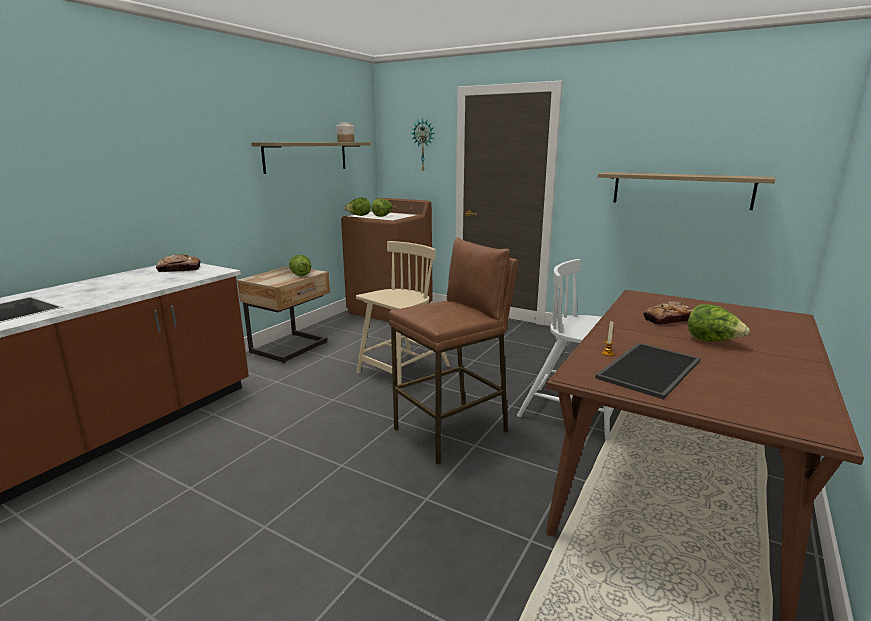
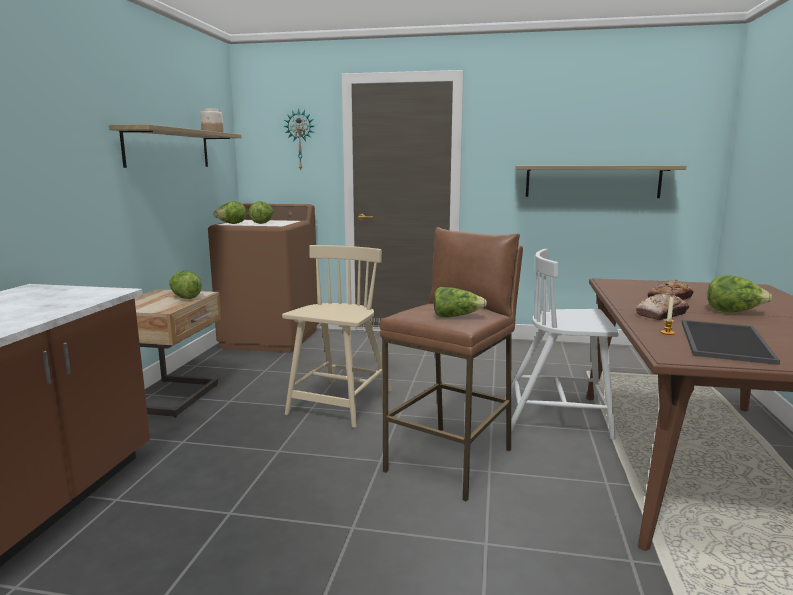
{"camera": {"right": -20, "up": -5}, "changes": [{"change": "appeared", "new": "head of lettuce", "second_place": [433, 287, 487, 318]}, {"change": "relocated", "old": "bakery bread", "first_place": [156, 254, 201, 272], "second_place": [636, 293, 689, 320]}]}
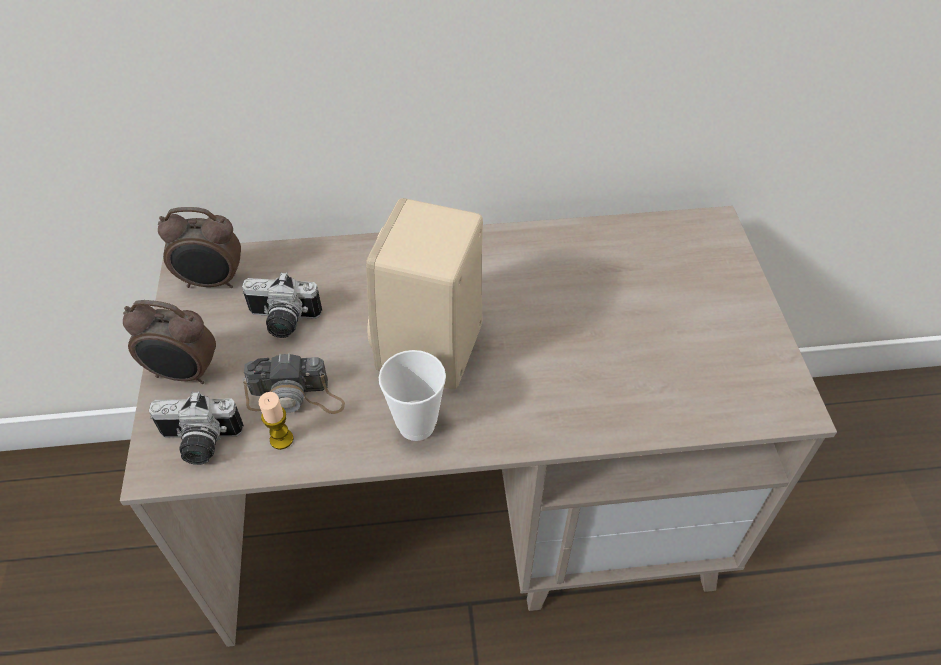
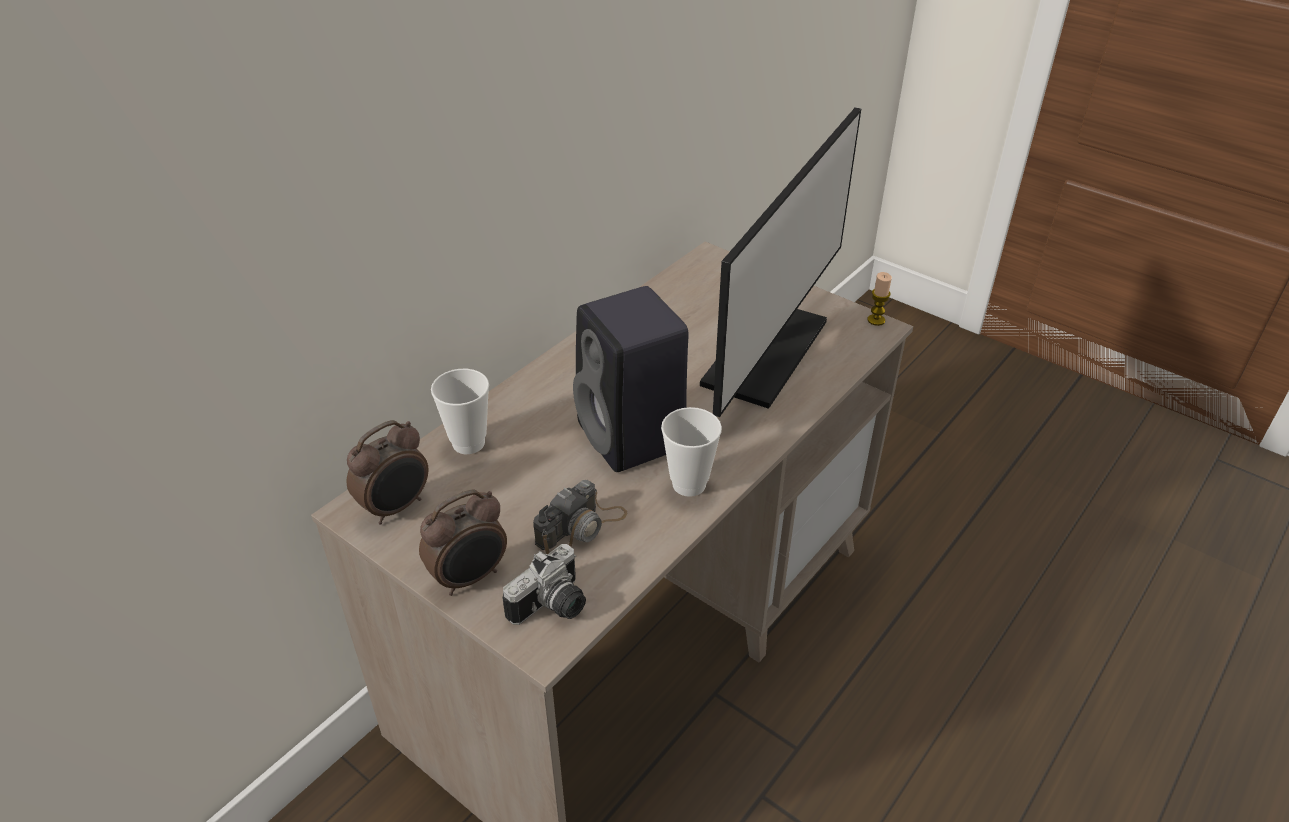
{"camera": {"right": -45, "up": -10}, "changes": [{"change": "missing", "old": "photo camera", "first_place": [242, 272, 322, 338]}, {"change": "appeared", "new": "small cup", "second_place": [431, 369, 489, 454]}, {"change": "appeared", "new": "monitor", "second_place": [700, 107, 861, 417]}, {"change": "relocated", "old": "wax candle", "first_place": [259, 392, 293, 450], "second_place": [867, 272, 892, 326]}, {"change": "colour", "old": "beige-coloured loudspeaker", "new": "black-coloured loudspeaker", "first_place": [366, 198, 483, 389], "second_place": [573, 286, 688, 472]}]}
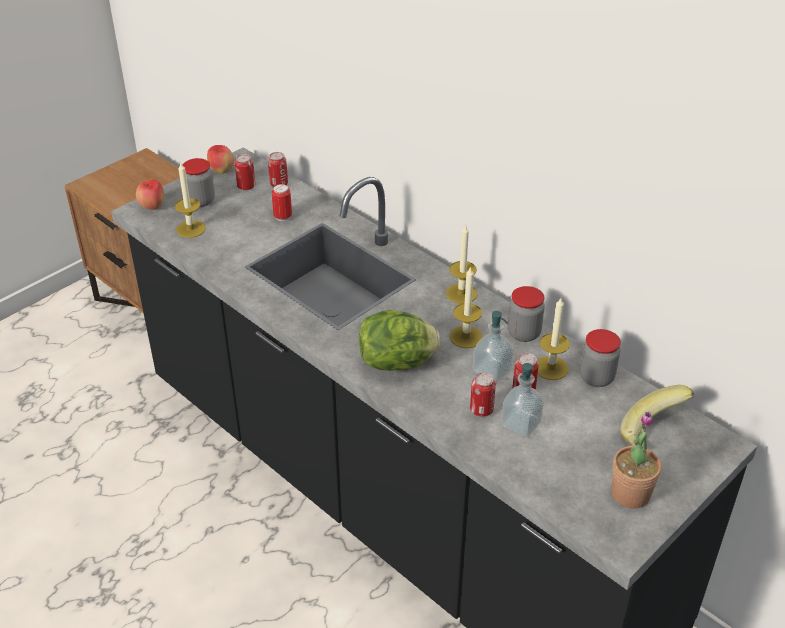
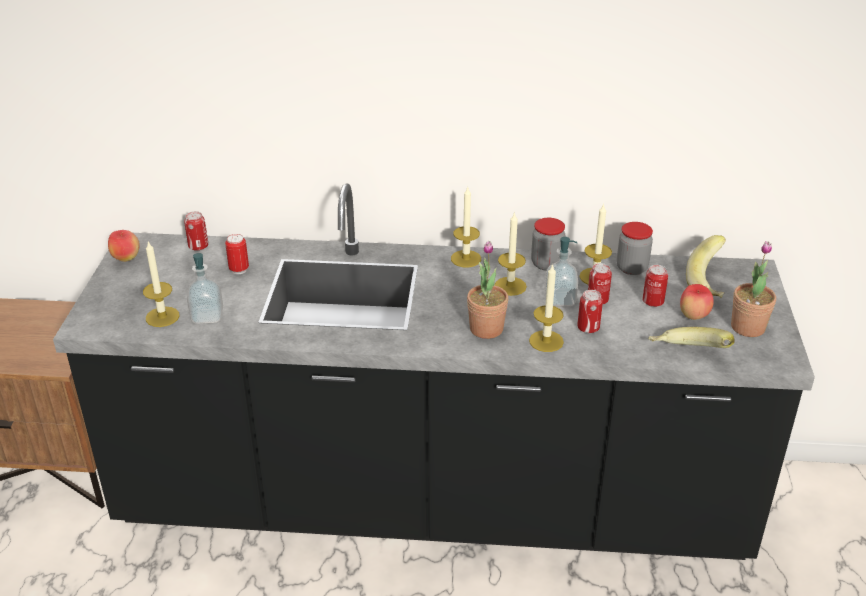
{"camera": {"right": -40, "up": -5}, "changes": [{"change": "missing", "old": "preserve jar", "first_place": [183, 158, 215, 207]}, {"change": "appeared", "new": "wax candle", "second_place": [529, 264, 564, 352]}, {"change": "appeared", "new": "banana", "second_place": [649, 327, 735, 348]}, {"change": "relocated", "old": "apple", "first_place": [136, 179, 164, 210], "second_place": [680, 284, 714, 320]}, {"change": "relocated", "old": "can", "first_place": [235, 154, 255, 190], "second_place": [642, 265, 668, 307]}, {"change": "relocated", "old": "soap bottle", "first_place": [501, 363, 544, 437], "second_place": [187, 253, 223, 324]}, {"change": "exchanged", "old": "head of lettuce", "new": "plant in a pot", "first_place": [359, 310, 440, 371], "second_place": [467, 241, 508, 339]}]}
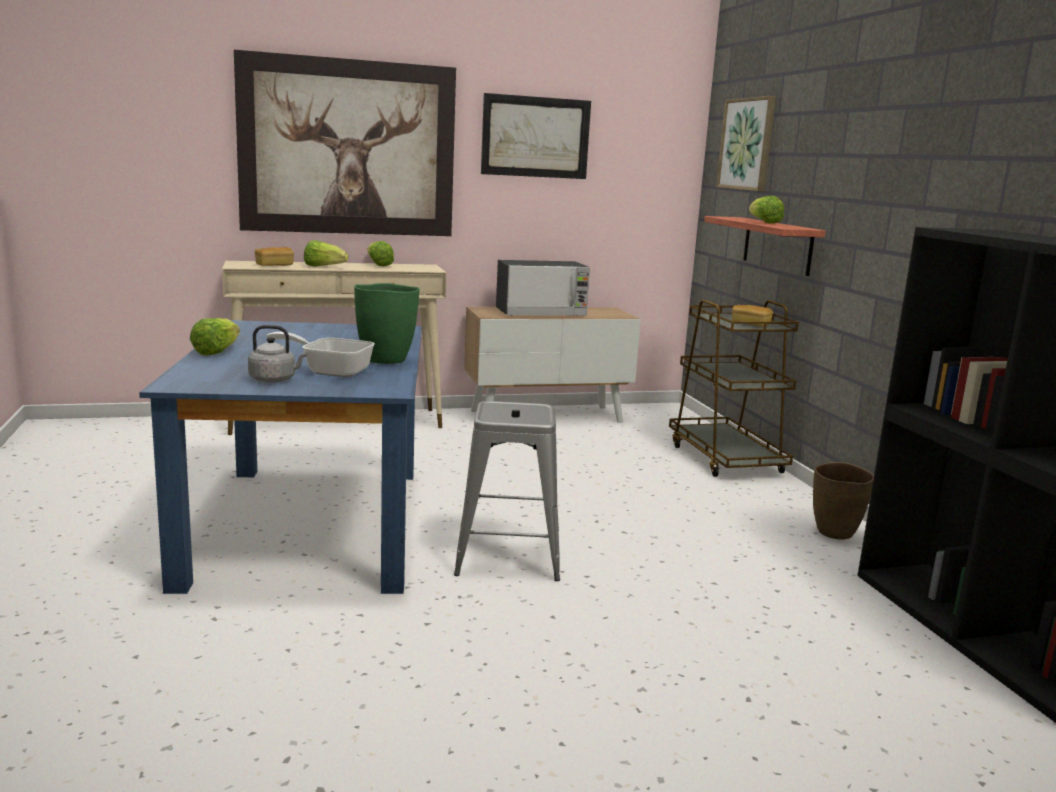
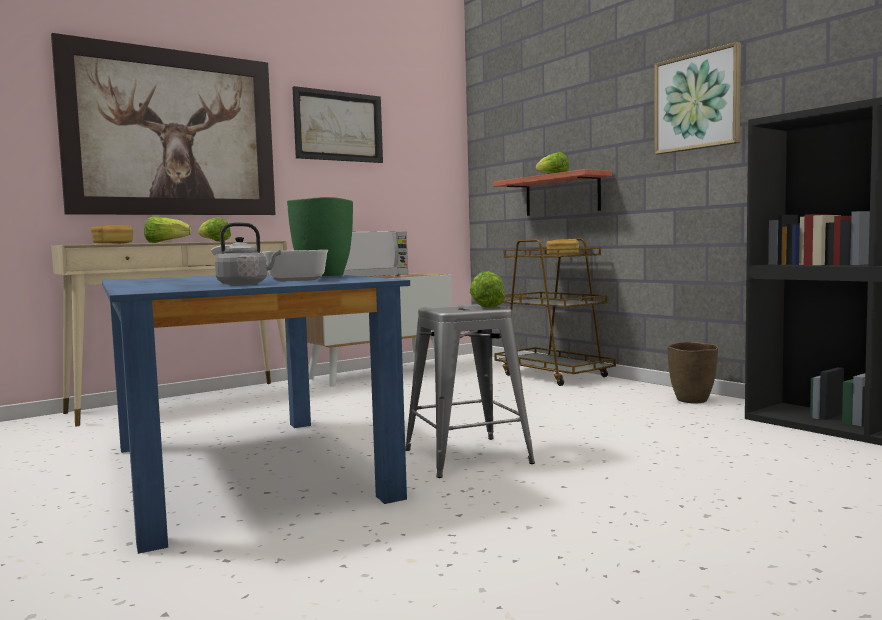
{"camera": {"right": -20, "up": -10}, "changes": [{"change": "relocated", "old": "head of lettuce", "first_place": [190, 318, 240, 356], "second_place": [470, 271, 505, 308]}, {"change": "relocated", "old": "wall picture", "first_place": [716, 96, 776, 192], "second_place": [654, 42, 741, 155]}]}
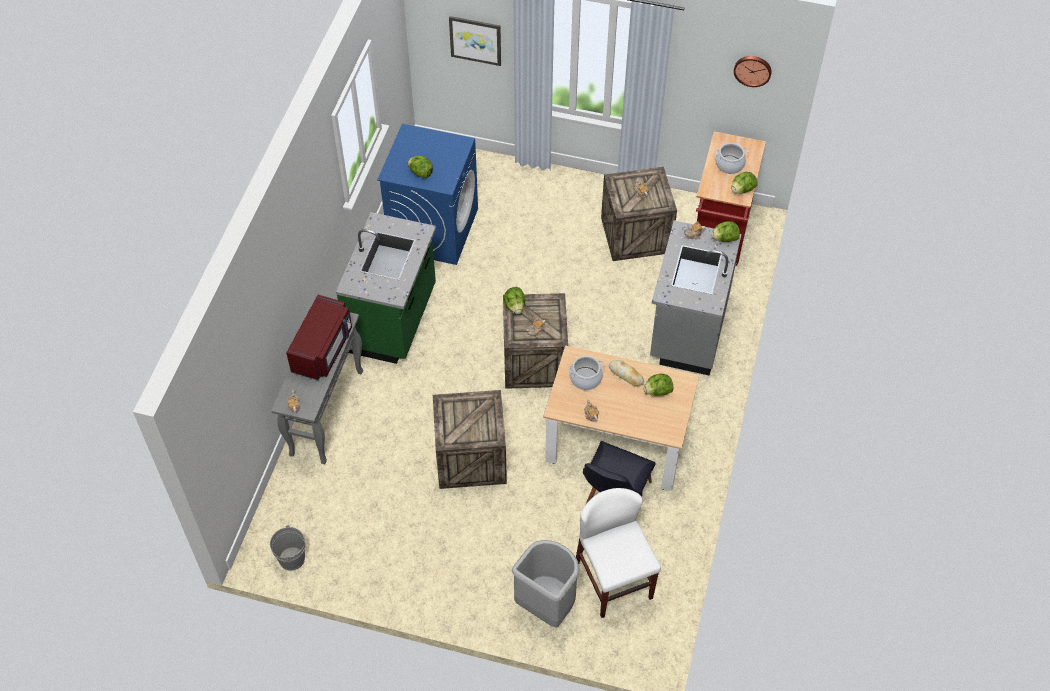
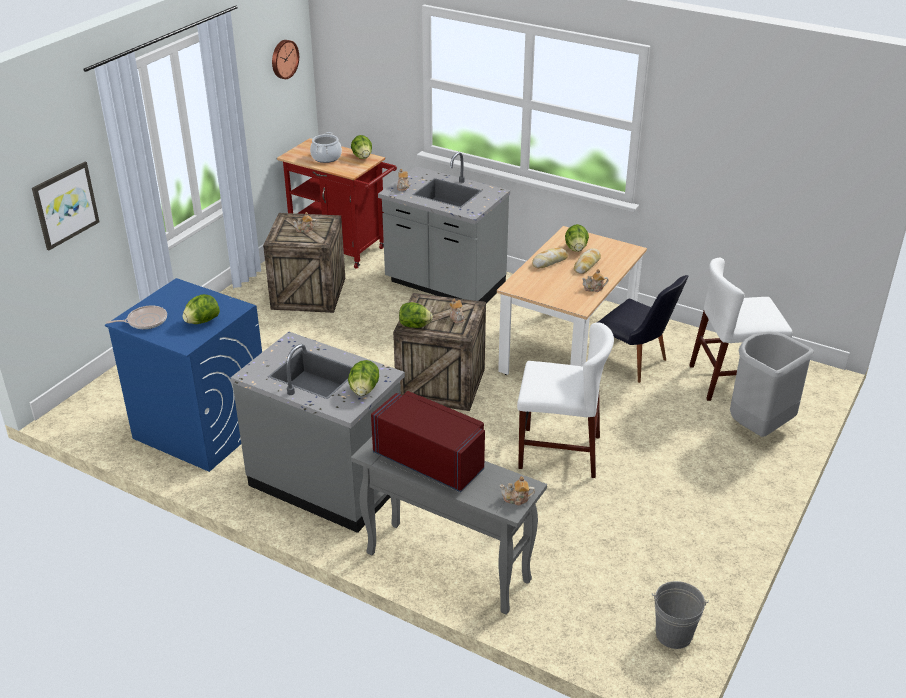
{"camera": {"right": -75, "up": -20}, "changes": [{"change": "missing", "old": "cooking pot", "first_place": [568, 356, 605, 390]}, {"change": "appeared", "new": "skillet", "second_place": [106, 305, 167, 329]}, {"change": "appeared", "new": "bakery bread", "second_place": [574, 248, 601, 274]}, {"change": "relocated", "old": "head of lettuce", "first_place": [711, 221, 740, 242], "second_place": [348, 360, 379, 396]}, {"change": "exchanged", "old": "packing crate", "new": "white chair", "first_place": [433, 390, 507, 489], "second_place": [517, 322, 614, 478]}, {"change": "colour", "old": "greenish counter", "new": "grey counter", "first_place": [336, 212, 436, 364], "second_place": [230, 332, 405, 533]}]}
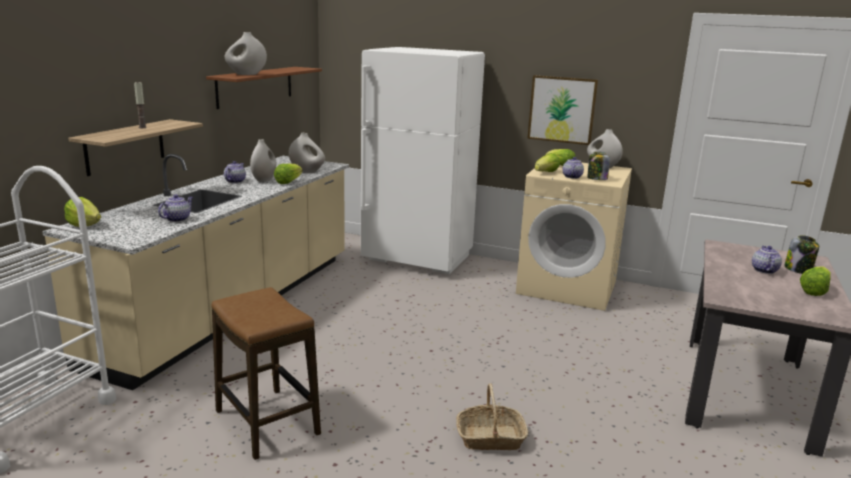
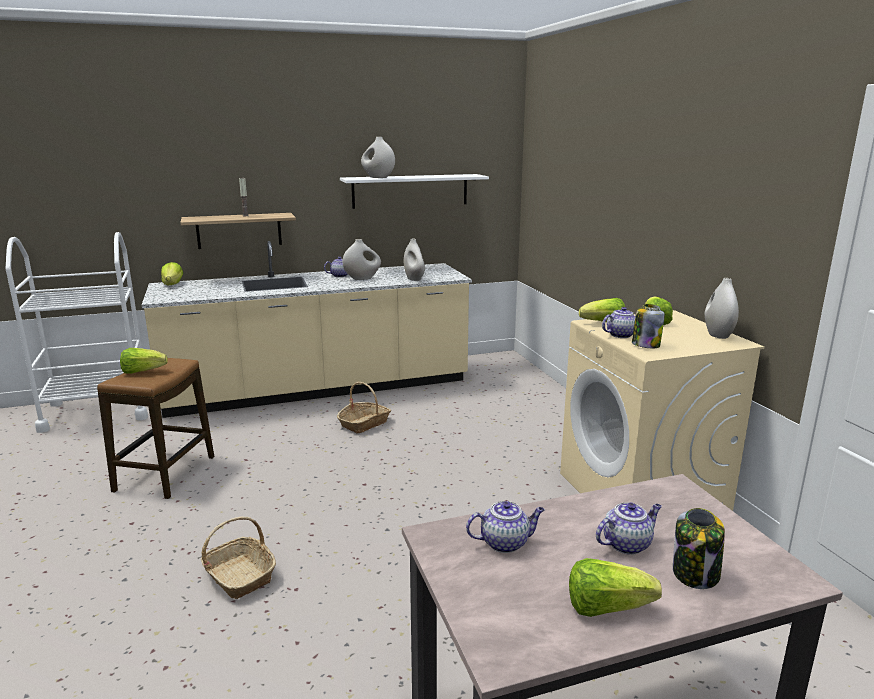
{"camera": {"right": 50, "up": 0}, "changes": [{"change": "missing", "old": "white fridge", "first_place": [361, 47, 485, 274]}, {"change": "missing", "old": "wall picture", "first_place": [527, 75, 598, 145]}, {"change": "appeared", "new": "household basket", "second_place": [337, 382, 391, 434]}, {"change": "relocated", "old": "teapot", "first_place": [158, 195, 193, 222], "second_place": [466, 501, 545, 553]}, {"change": "relocated", "old": "head of lettuce", "first_place": [274, 164, 303, 184], "second_place": [120, 348, 168, 374]}, {"change": "colour", "old": "brown shelf", "new": "white shelf", "first_place": [206, 67, 322, 109], "second_place": [340, 174, 489, 209]}]}
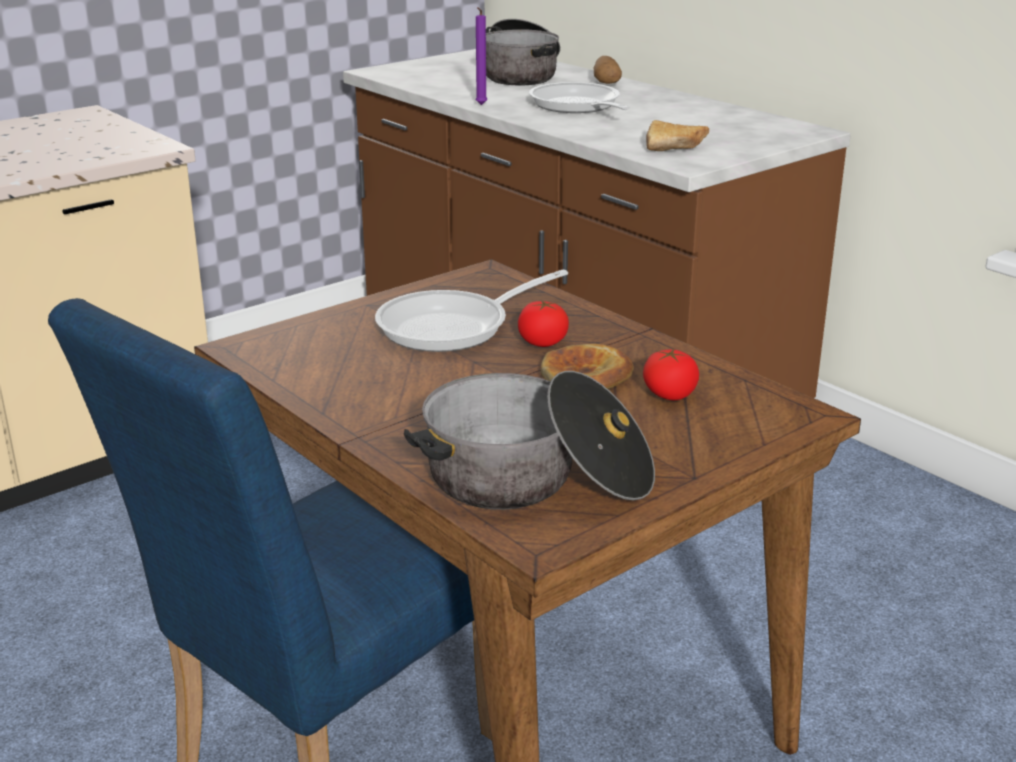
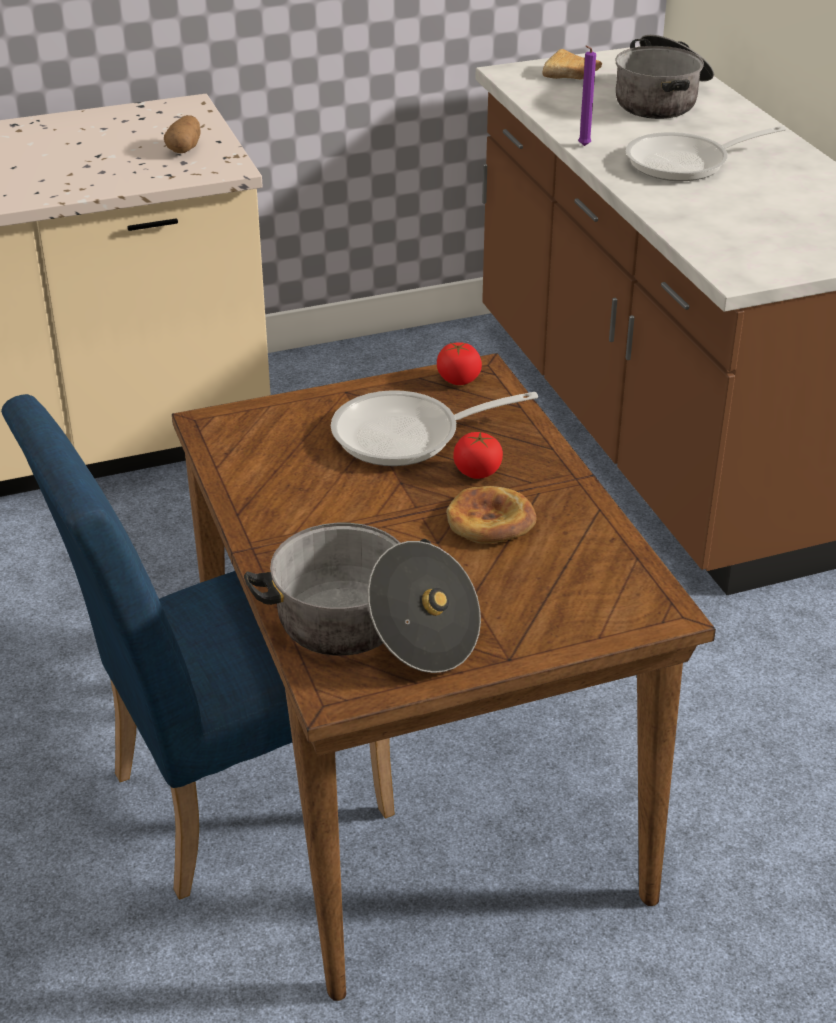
{"camera": {"right": 20, "up": 10}, "changes": [{"change": "relocated", "old": "spud", "first_place": [594, 56, 622, 84], "second_place": [164, 115, 200, 153]}, {"change": "relocated", "old": "whole tomato", "first_place": [643, 349, 699, 400], "second_place": [437, 342, 482, 385]}, {"change": "relocated", "old": "bakery bread", "first_place": [646, 120, 709, 151], "second_place": [542, 49, 602, 79]}, {"change": "spun", "old": "skillet", "first_place": [529, 82, 630, 113], "second_place": [626, 126, 786, 181], "degrees": -105}]}
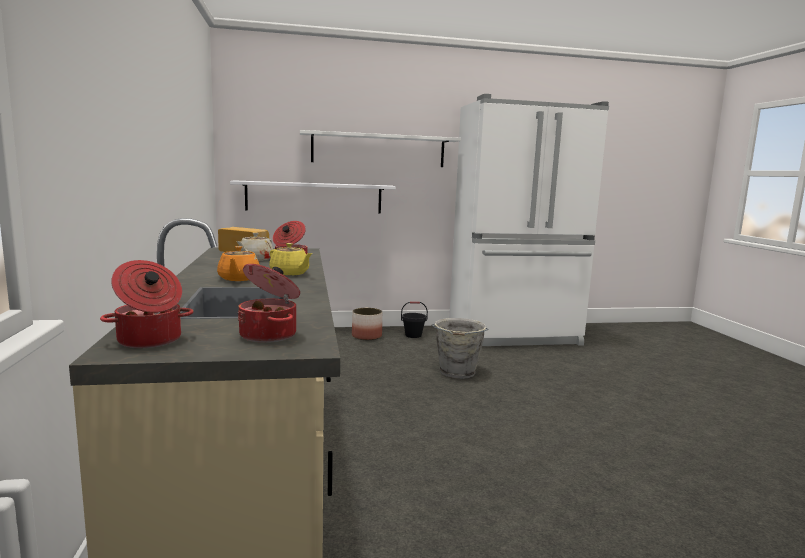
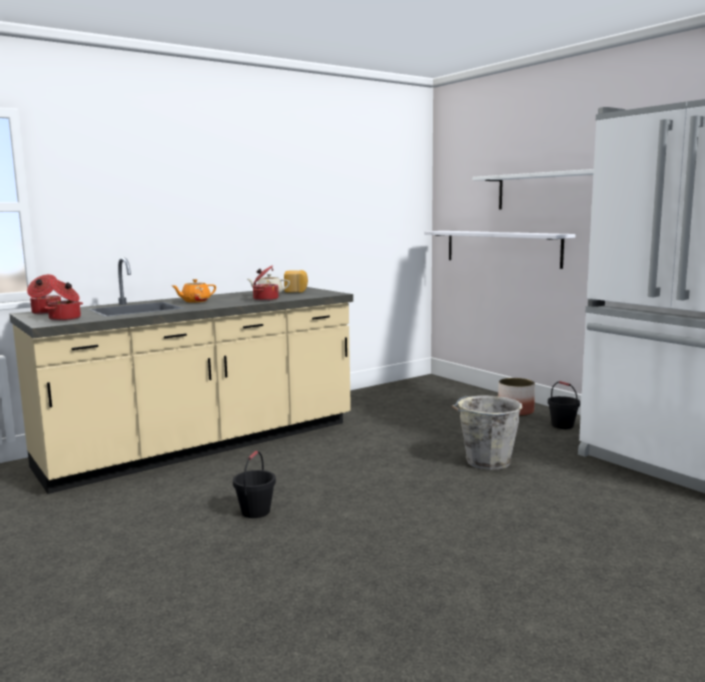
{"camera": {"right": 65, "up": 0}, "changes": [{"change": "missing", "old": "yellowish teapot", "first_place": [269, 243, 313, 276]}, {"change": "appeared", "new": "black-coloured pail", "second_place": [233, 451, 276, 518]}]}
